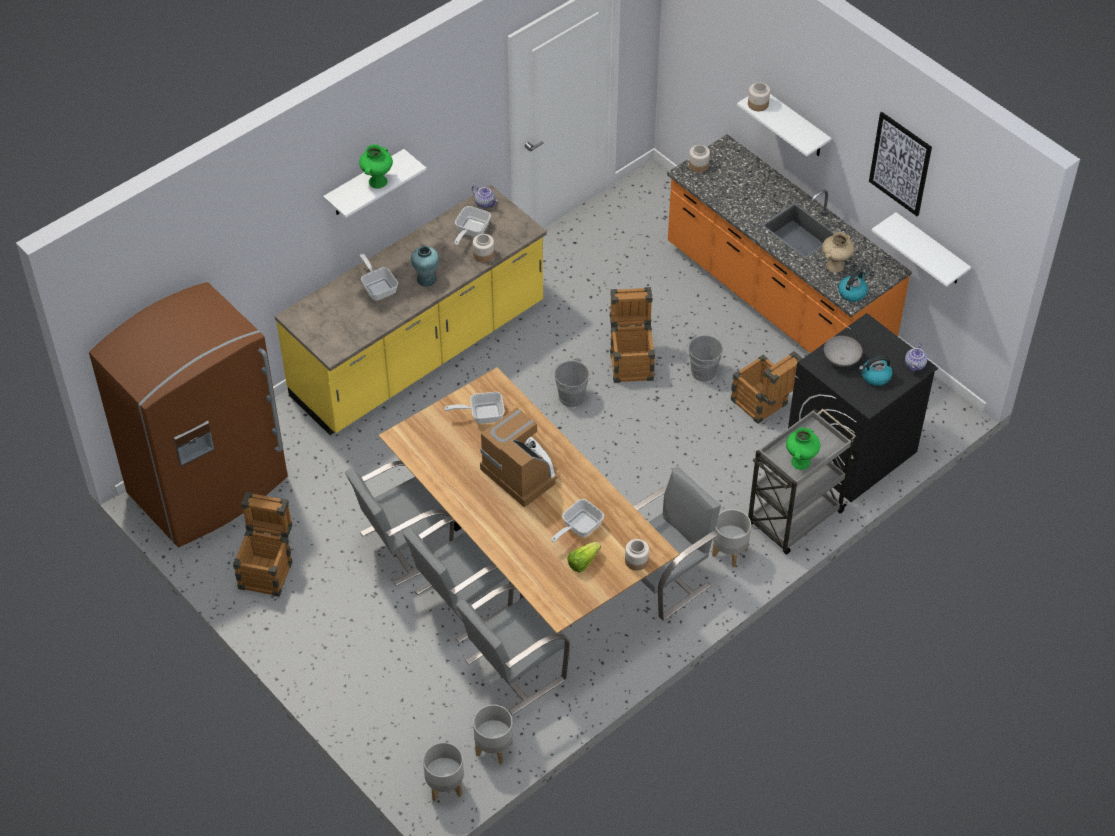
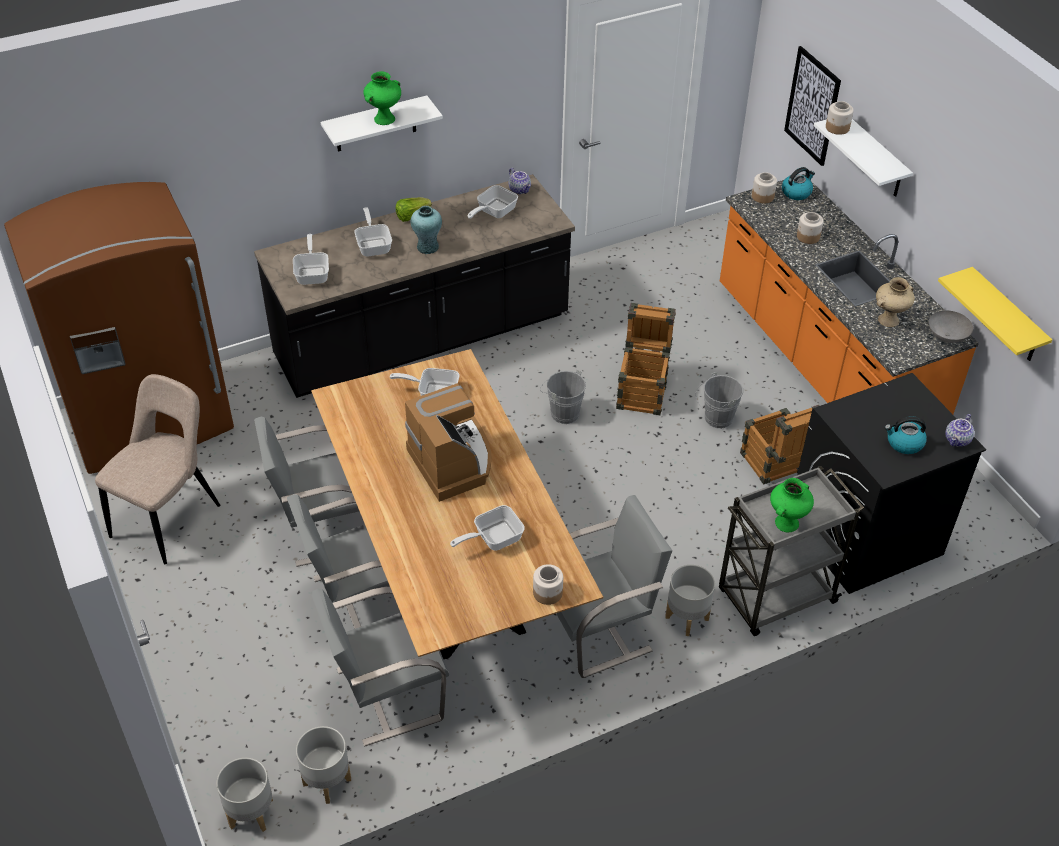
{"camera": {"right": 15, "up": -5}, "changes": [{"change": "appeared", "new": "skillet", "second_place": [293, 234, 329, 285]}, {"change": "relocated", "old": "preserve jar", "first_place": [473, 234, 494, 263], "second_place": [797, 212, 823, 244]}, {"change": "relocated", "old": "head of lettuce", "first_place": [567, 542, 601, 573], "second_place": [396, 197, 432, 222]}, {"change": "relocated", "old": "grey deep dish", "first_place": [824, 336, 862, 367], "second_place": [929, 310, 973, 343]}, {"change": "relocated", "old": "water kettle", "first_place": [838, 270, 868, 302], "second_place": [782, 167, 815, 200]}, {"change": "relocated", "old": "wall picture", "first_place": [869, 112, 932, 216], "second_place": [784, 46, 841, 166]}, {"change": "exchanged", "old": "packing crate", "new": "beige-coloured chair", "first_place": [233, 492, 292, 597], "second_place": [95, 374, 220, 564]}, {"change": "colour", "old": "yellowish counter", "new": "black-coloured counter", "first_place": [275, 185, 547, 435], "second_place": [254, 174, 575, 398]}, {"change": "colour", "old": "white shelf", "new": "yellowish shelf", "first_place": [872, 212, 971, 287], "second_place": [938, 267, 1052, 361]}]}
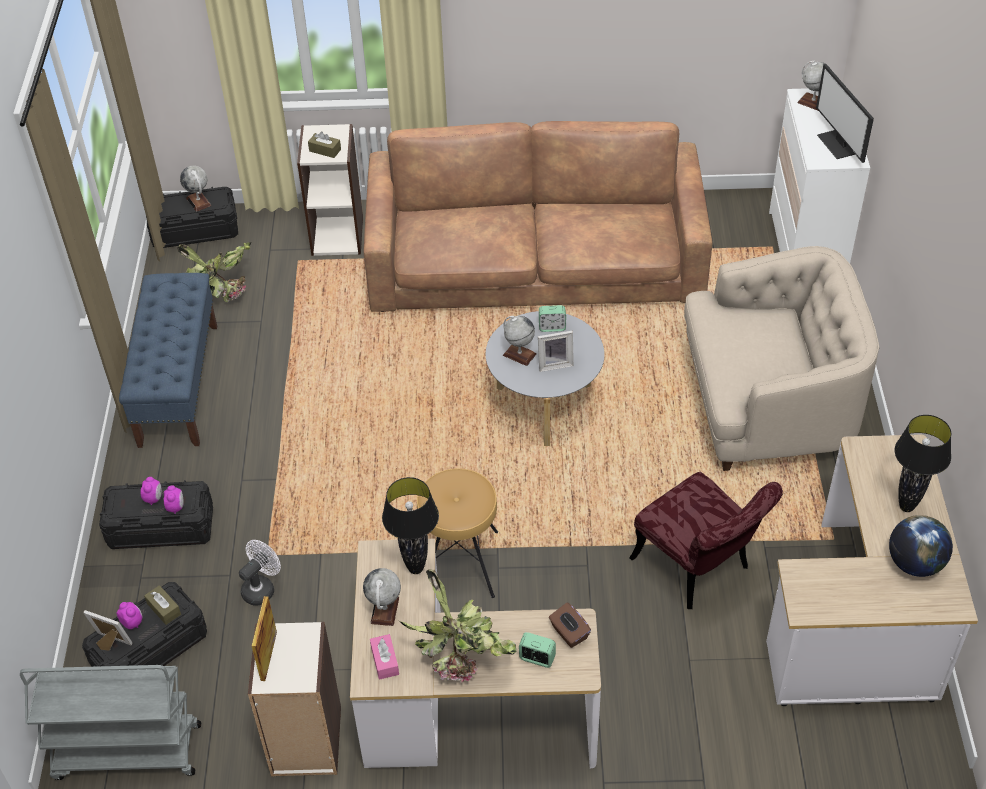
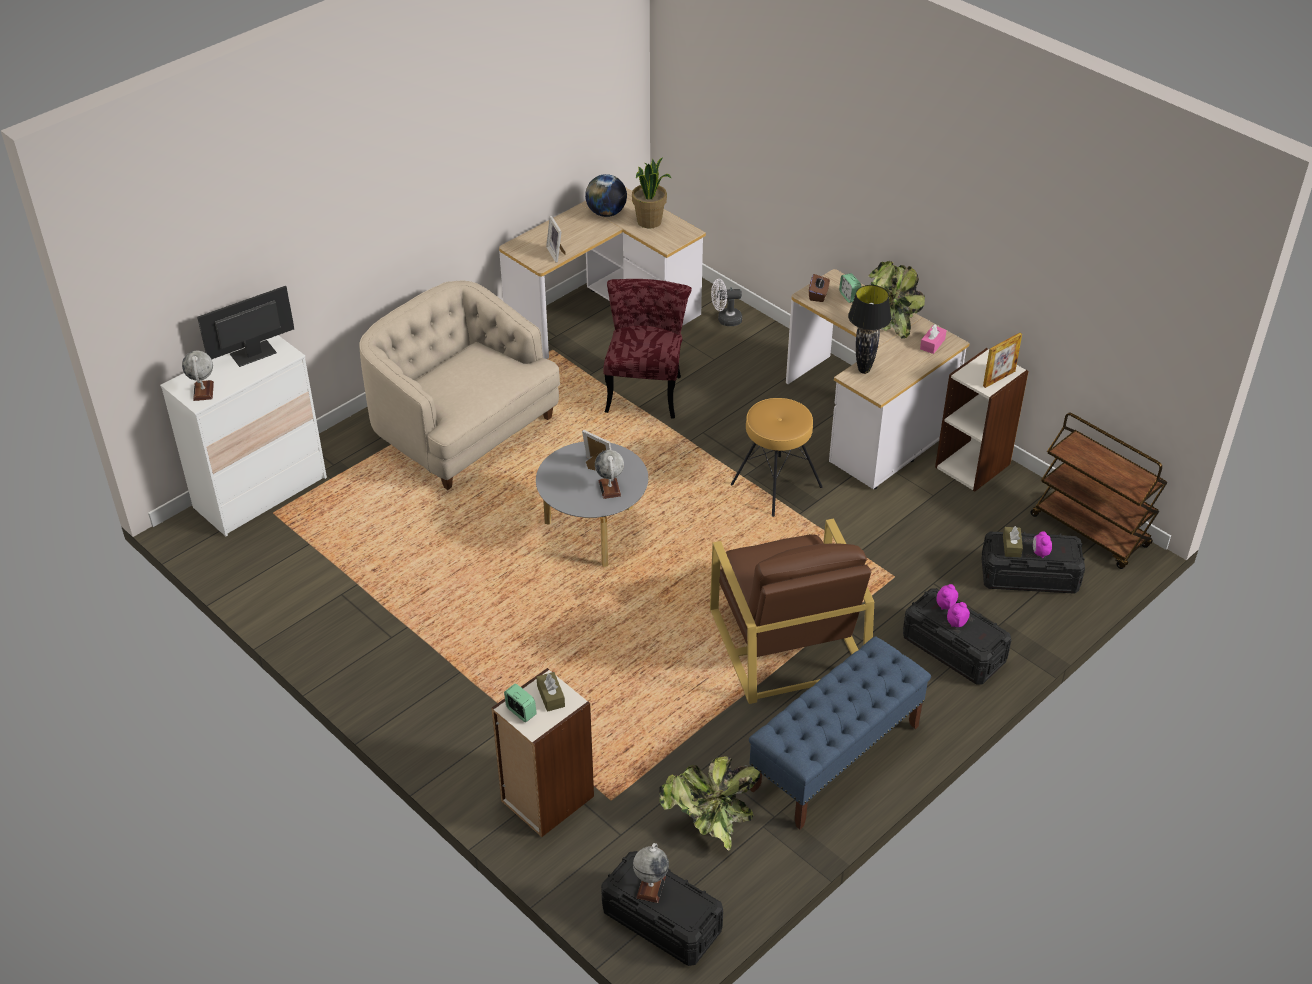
{"camera": {"right": -135, "up": -5}, "changes": [{"change": "missing", "old": "brown settee", "first_place": [363, 121, 712, 312]}, {"change": "missing", "old": "desk globe", "first_place": [363, 568, 401, 626]}, {"change": "missing", "old": "black-coloured tabletop lamp", "first_place": [895, 415, 951, 512]}, {"change": "appeared", "new": "plant in a pot", "second_place": [632, 158, 671, 229]}, {"change": "appeared", "new": "brown lounge chair", "second_place": [710, 518, 874, 704]}, {"change": "relocated", "old": "standing frame", "first_place": [83, 610, 133, 651], "second_place": [546, 216, 565, 263]}, {"change": "relocated", "old": "white cooling fan", "first_place": [239, 540, 281, 606], "second_place": [711, 279, 742, 326]}, {"change": "relocated", "old": "alarm clock", "first_place": [539, 305, 566, 332], "second_place": [504, 684, 537, 722]}, {"change": "colour", "old": "grey trolley", "new": "brown trolley", "first_place": [20, 665, 201, 780], "second_place": [1030, 412, 1168, 569]}, {"change": "spun", "old": "monitor", "first_place": [816, 64, 874, 163], "second_place": [197, 286, 294, 367], "degrees": -150}]}
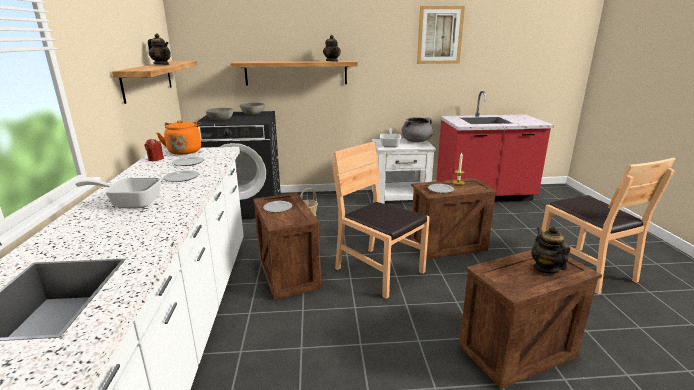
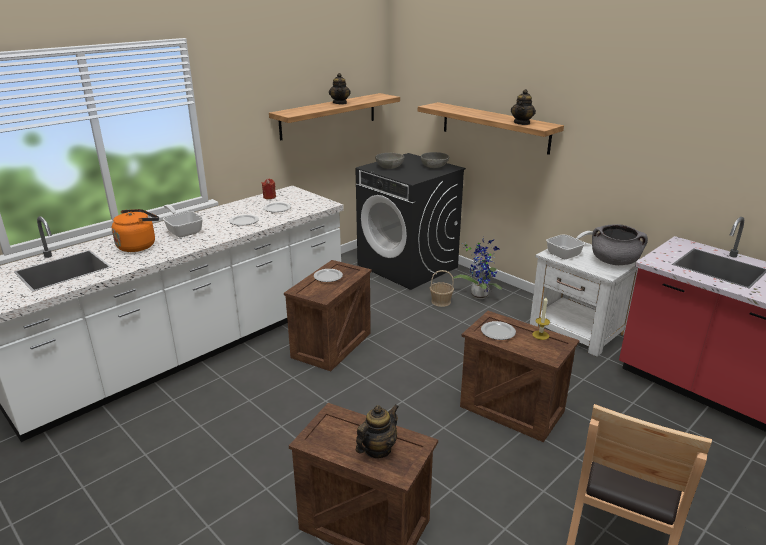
{"camera": {"right": 50, "up": 5}, "changes": [{"change": "missing", "old": "brown chair", "first_place": [332, 142, 430, 299]}, {"change": "missing", "old": "wall picture", "first_place": [417, 6, 465, 64]}, {"change": "appeared", "new": "plant in a pot", "second_place": [453, 237, 502, 299]}, {"change": "relocated", "old": "orangey water kettle", "first_place": [157, 120, 201, 155], "second_place": [112, 209, 159, 252]}]}
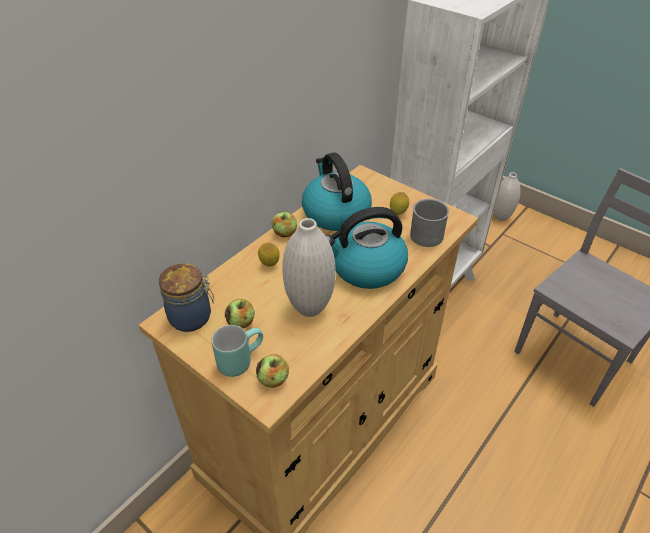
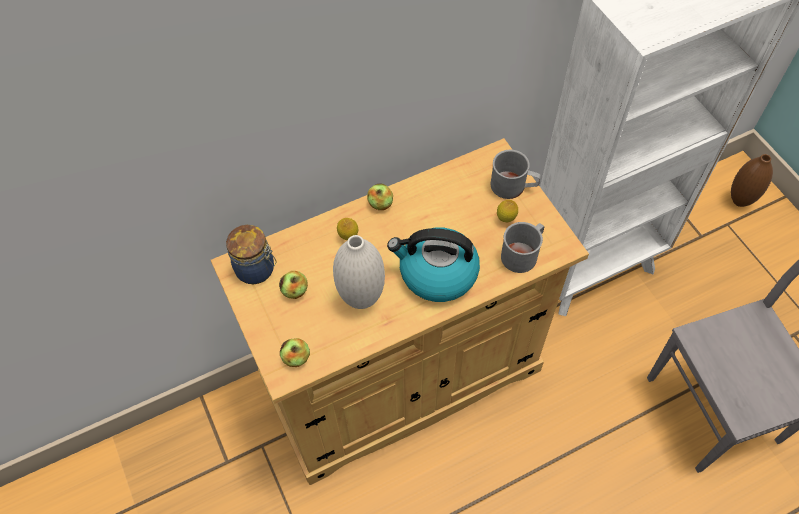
{"camera": {"right": 25, "up": 15}, "changes": [{"change": "missing", "old": "turquoise-coloured tea mug", "first_place": [212, 325, 263, 377]}, {"change": "missing", "old": "water kettle", "first_place": [302, 153, 372, 231]}, {"change": "appeared", "new": "grey tea mug", "second_place": [491, 150, 541, 199]}, {"change": "colour", "old": "white decorative vase", "new": "brown decorative vase", "first_place": [494, 172, 521, 221], "second_place": [731, 154, 773, 207]}]}
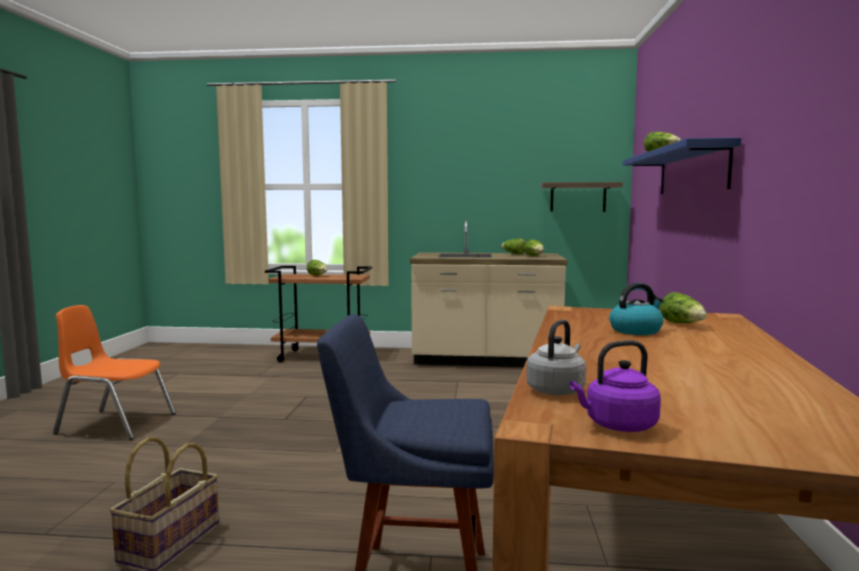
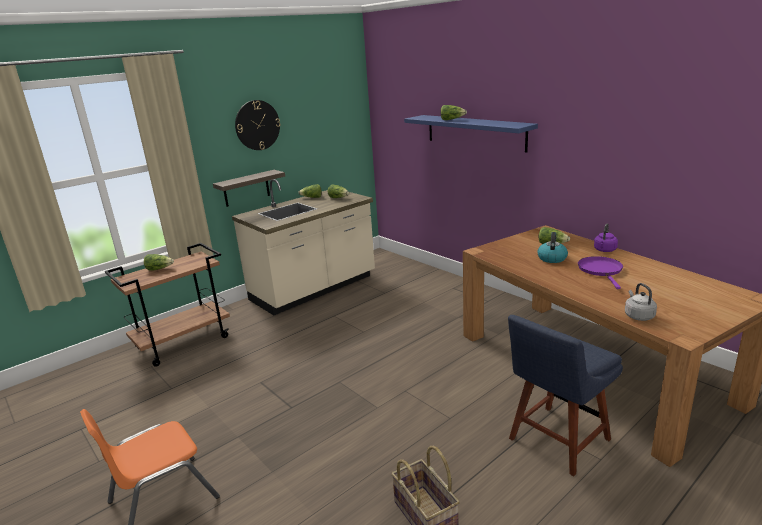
{"camera": {"right": -45, "up": 15}, "changes": [{"change": "appeared", "new": "hanging clock", "second_place": [235, 100, 280, 150]}, {"change": "appeared", "new": "purple skillet", "second_place": [578, 256, 623, 289]}, {"change": "relocated", "old": "shelf", "first_place": [540, 182, 623, 212], "second_place": [213, 170, 285, 207]}, {"change": "relocated", "old": "purple water kettle", "first_place": [570, 340, 661, 432], "second_place": [594, 223, 618, 252]}]}
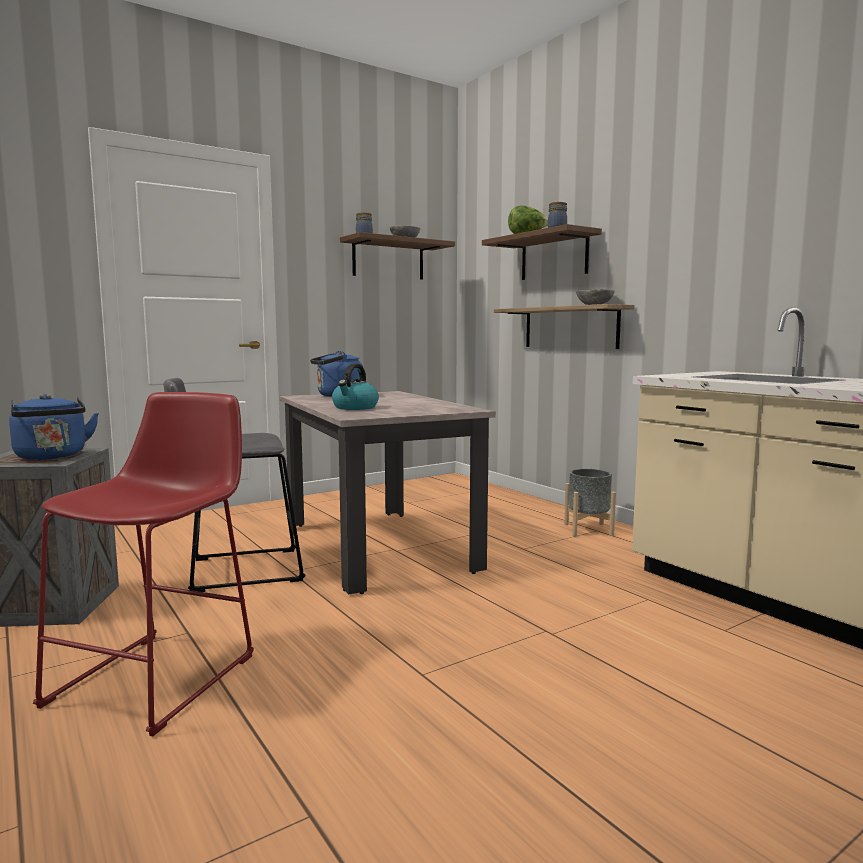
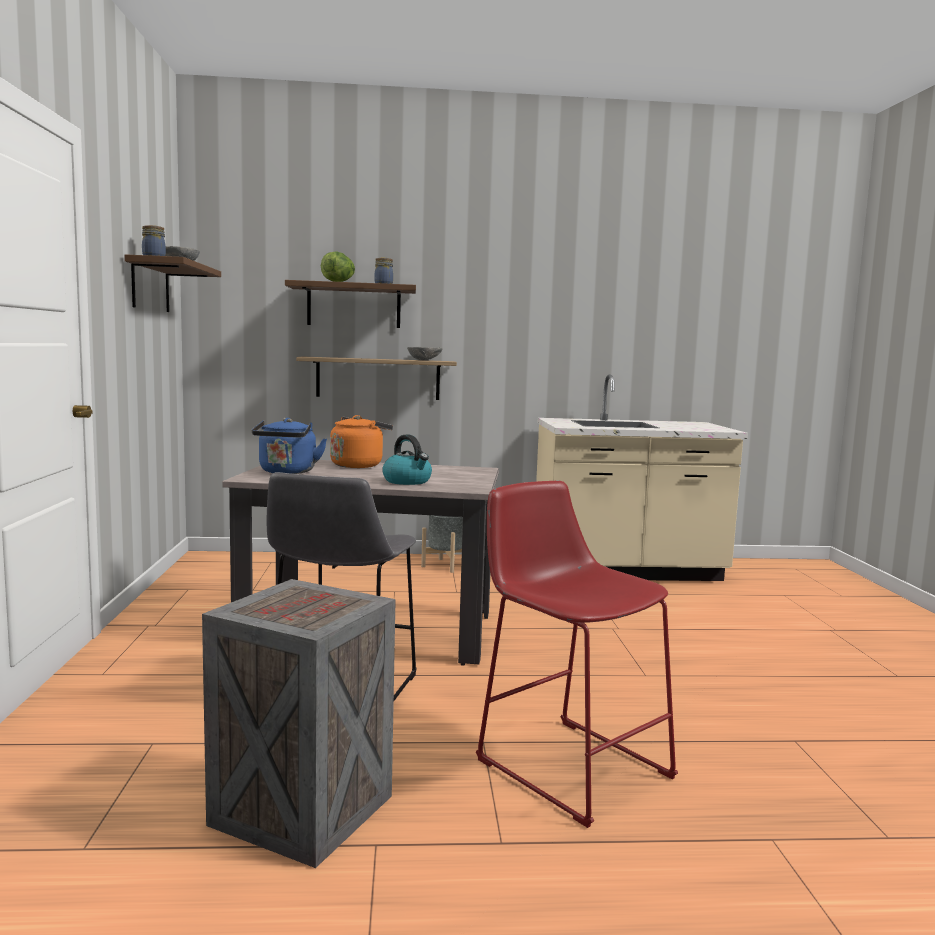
{"camera": {"right": -60, "up": 0}, "changes": [{"change": "missing", "old": "blue water kettle", "first_place": [9, 394, 99, 460]}, {"change": "appeared", "new": "orangey water kettle", "second_place": [330, 415, 393, 468]}]}
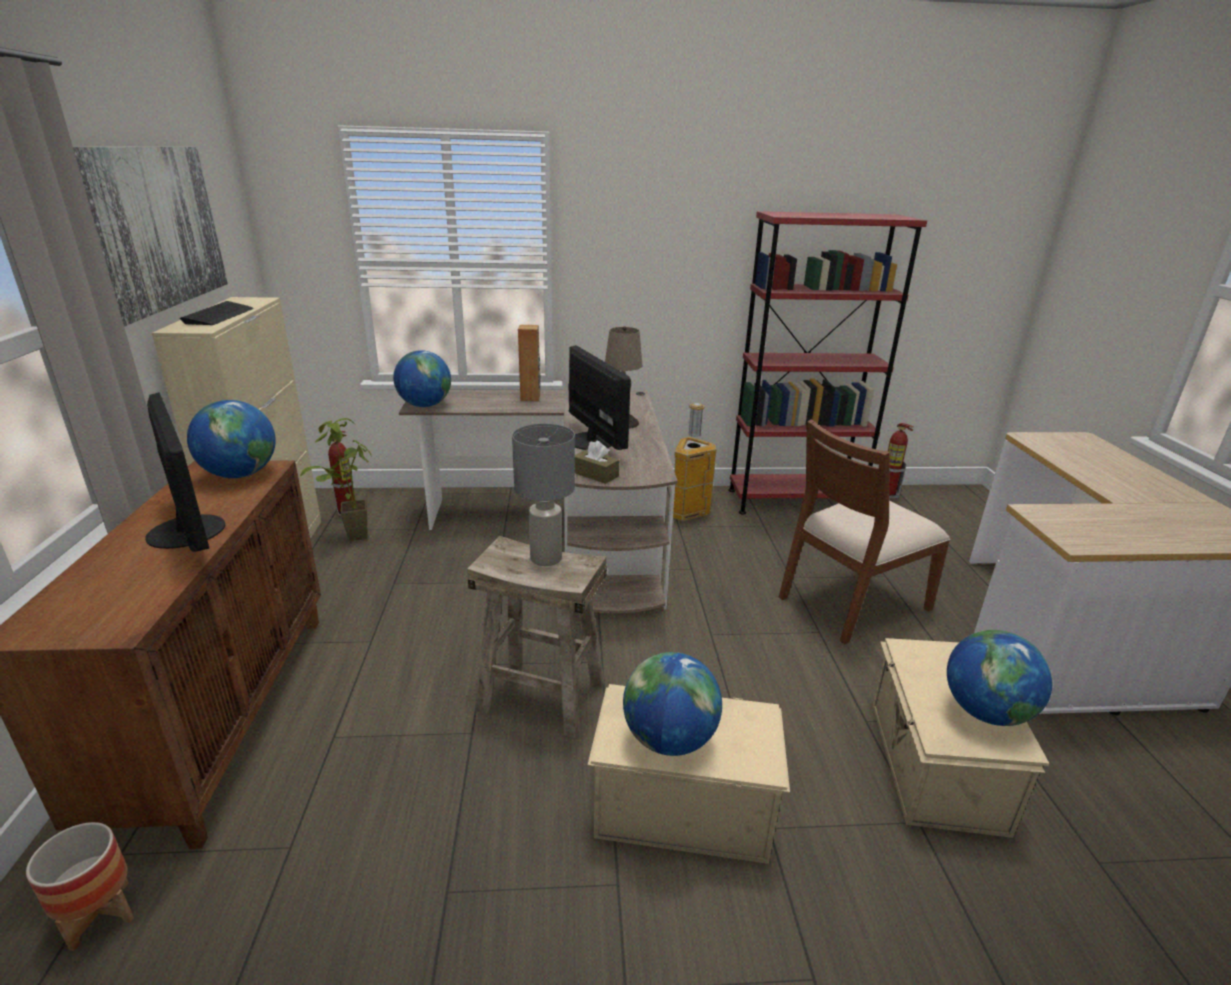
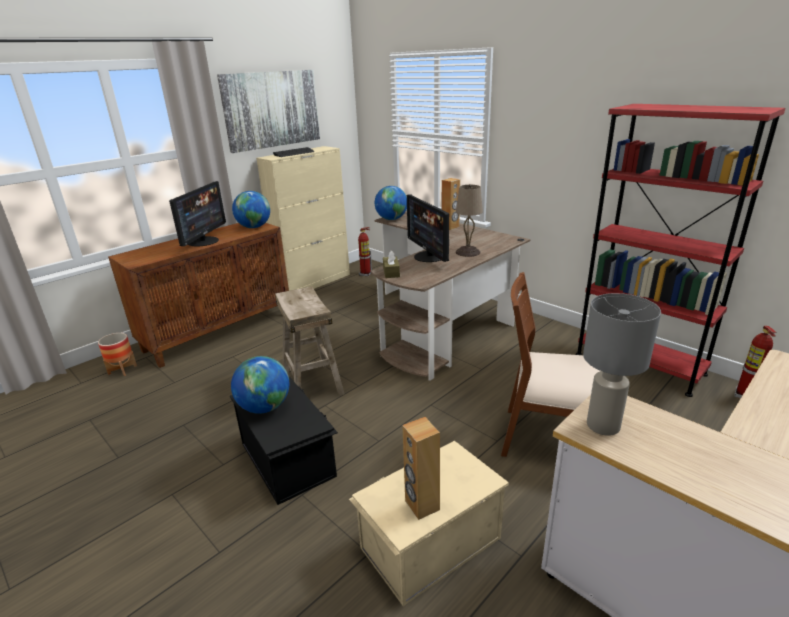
{"camera": {"right": 50, "up": 0}, "changes": [{"change": "missing", "old": "plant in a pot", "first_place": [300, 418, 372, 541]}, {"change": "missing", "old": "waste bin", "first_place": [673, 403, 716, 521]}, {"change": "relocated", "old": "grey tabletop lamp", "first_place": [512, 423, 575, 566], "second_place": [583, 293, 661, 436]}, {"change": "exchanged", "old": "desk globe", "new": "brown loudspeaker", "first_place": [947, 630, 1052, 726], "second_place": [402, 417, 440, 520]}, {"change": "colour", "old": "beige-coloured storage box", "new": "black-coloured storage box", "first_place": [588, 684, 790, 864], "second_place": [230, 377, 338, 505]}, {"change": "spun", "old": "monitor", "first_place": [569, 345, 631, 450], "second_place": [407, 195, 449, 262], "degrees": 135}]}
